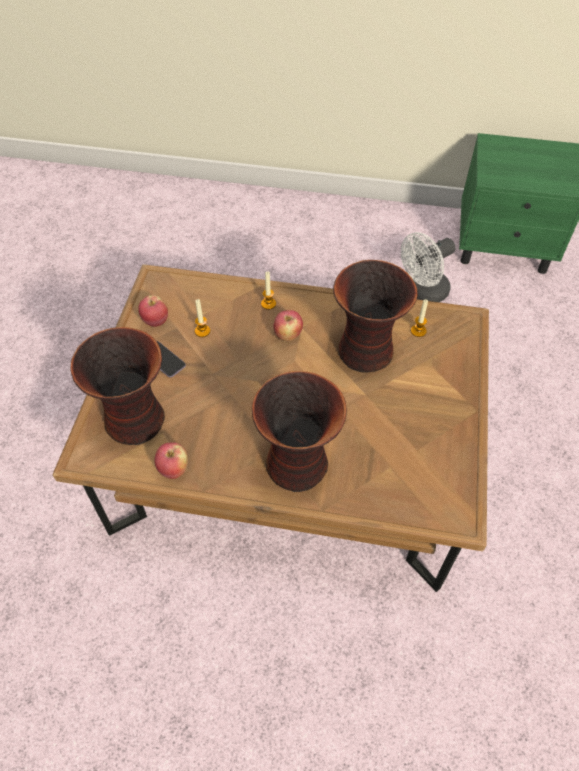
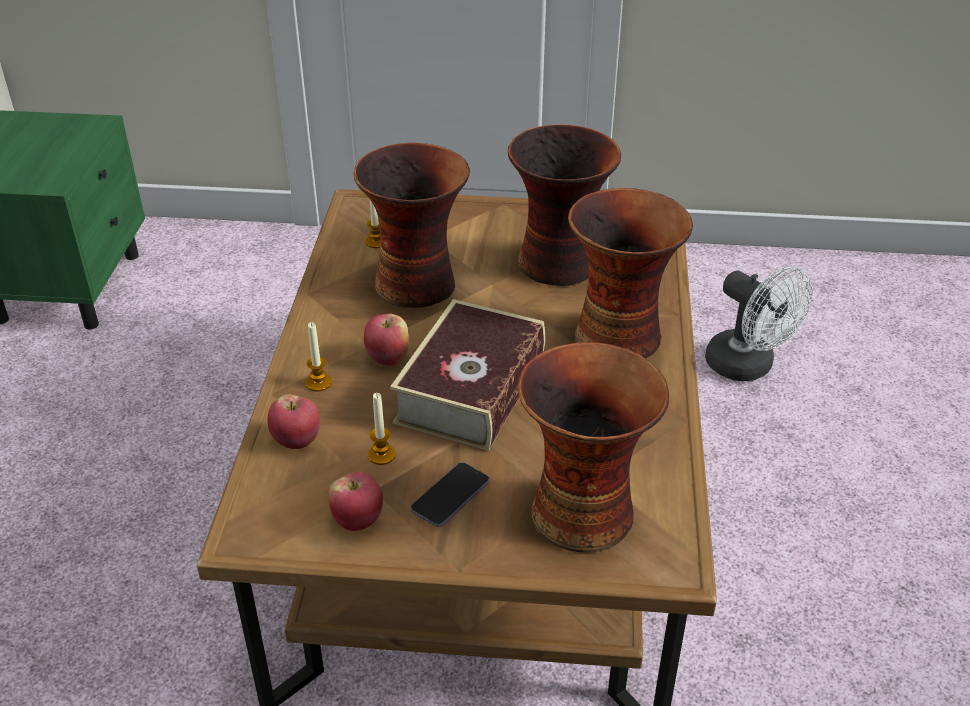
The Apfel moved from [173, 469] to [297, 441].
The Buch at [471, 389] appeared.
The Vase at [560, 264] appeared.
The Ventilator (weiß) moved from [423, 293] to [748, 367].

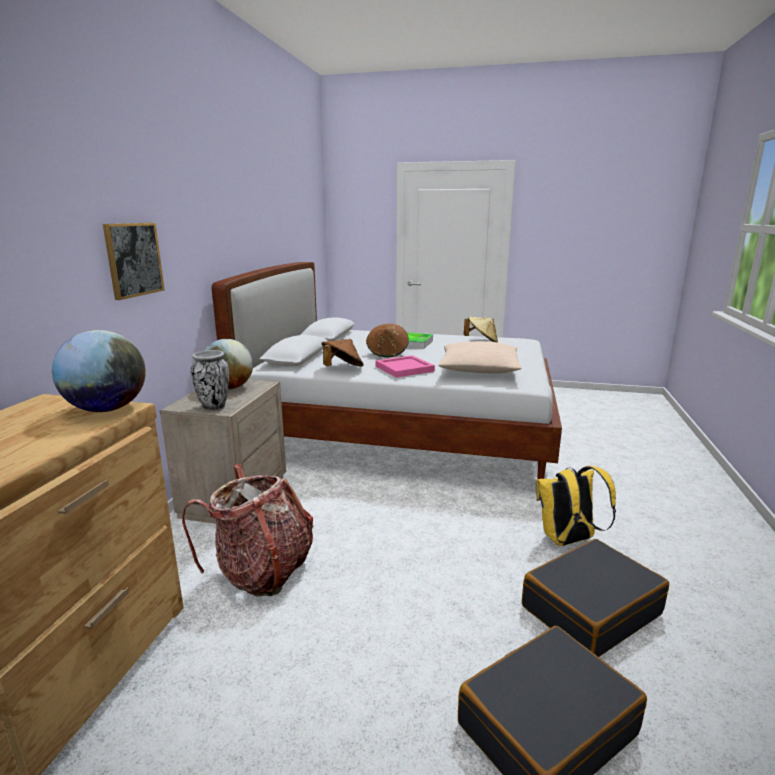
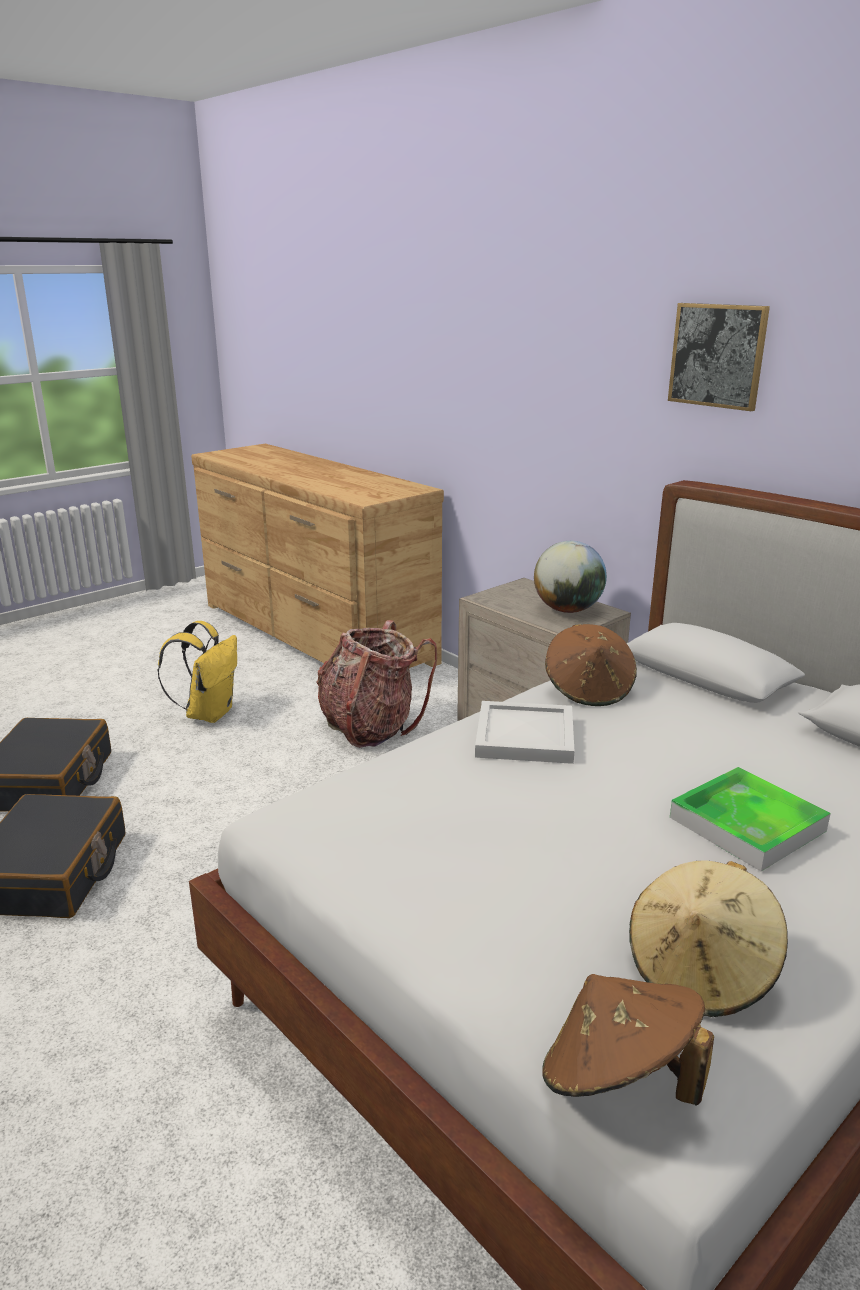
The Rucksack (gelb) moved from [567, 540] to [209, 713].
The Tablett (rosa) at [405, 368] became the Tablett (weiß) at [523, 737].
The Hut (braun) moved from [387, 353] to [618, 1079].
The Bild moved from [133, 259] to [717, 355].
The Globus at [107, 409] disappeared.
The Vase at [213, 407] disappeared.
The Kissen (beige) at [478, 369] disappeared.

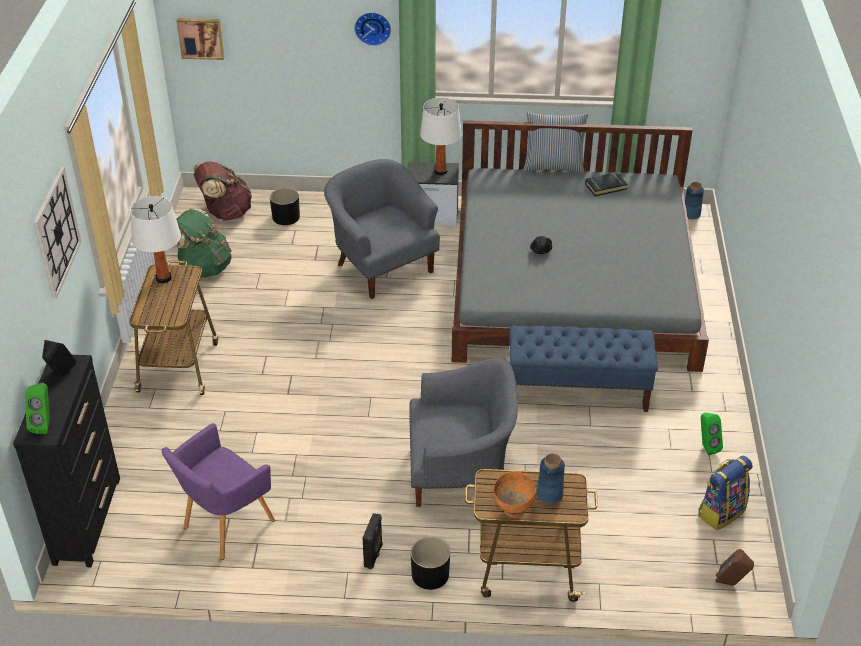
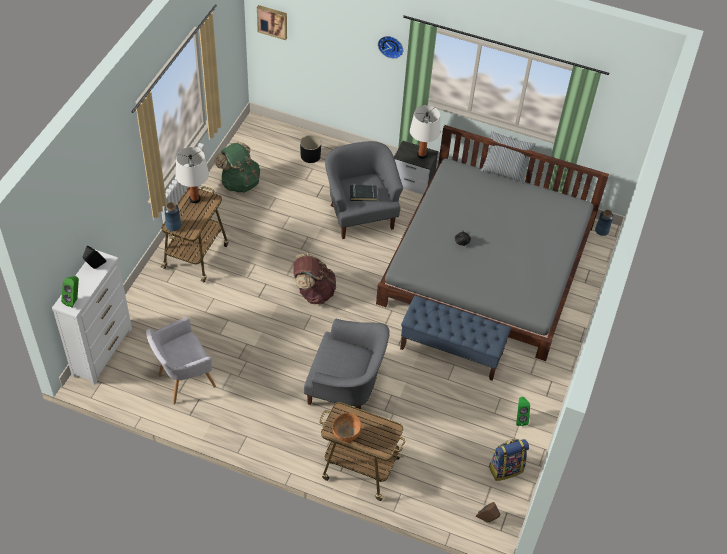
The Kommode (schwarz) at [87, 519] became the Kommode (weiß) at [103, 351].
The Sessel (lila) at [225, 526] became the Sessel (grau) at [184, 381].
The Vase (blau) moved from [549, 494] to [173, 226].
The Rucksack (braun) moved from [225, 213] to [313, 292].
The Buch (schwarz) moved from [605, 186] to [363, 194].
The Wanduhr at [56, 232] disappeared.
The Lautsprecher (schwarz) at [374, 556] disappeared.
The Pflanzkübel (schwarz) at [430, 574] disappeared.

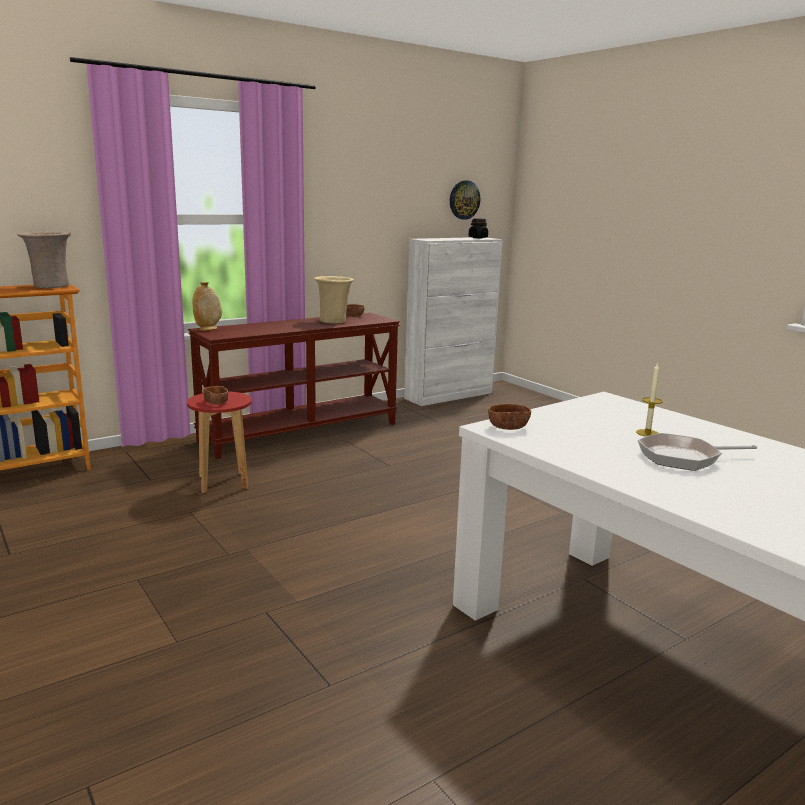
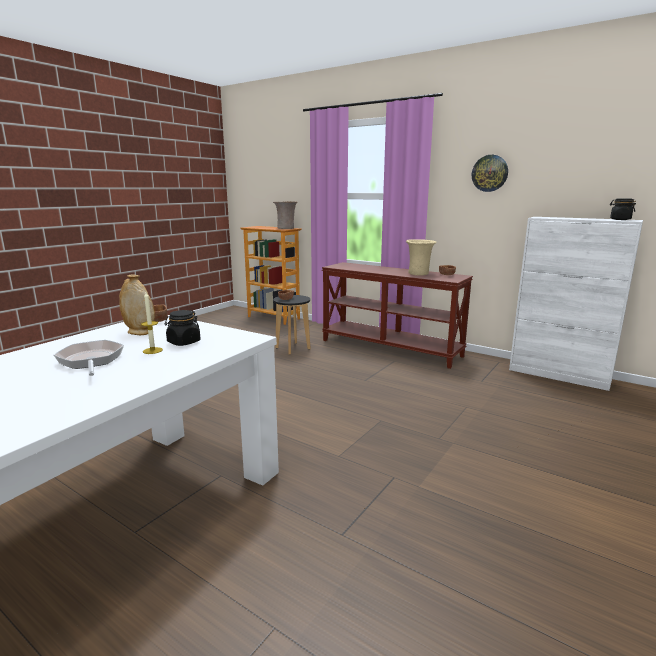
The Vase (beige) moved from [208, 329] to [139, 333].
The Vorratsglas (schwarz) at [183, 342] appeared.
The Hocker (rot) at [223, 483] became the Hocker (schwarz) at [292, 348].
The Wanduhr moved from [464, 200] to [489, 173].

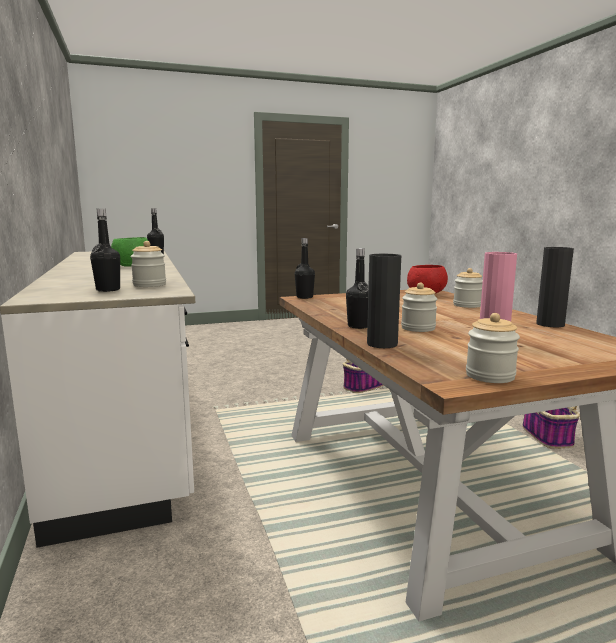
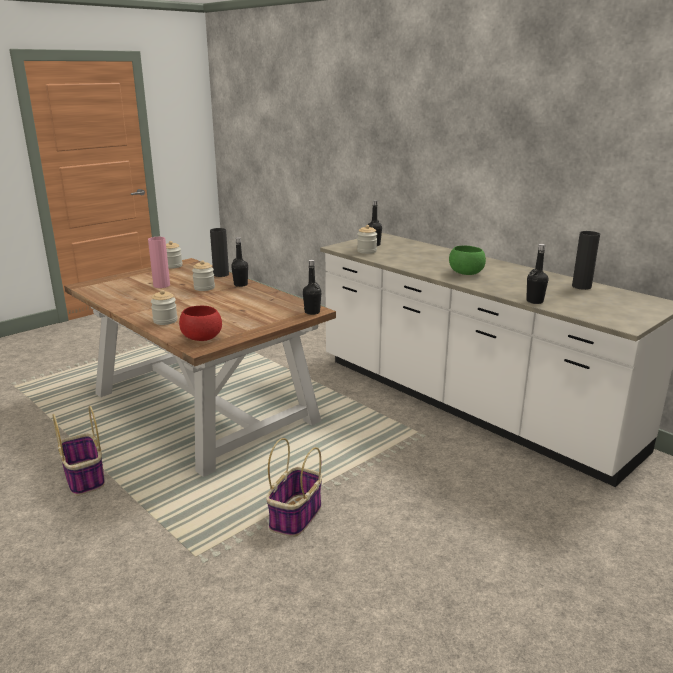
The Vase (schwarz) moved from [550, 324] to [581, 286].

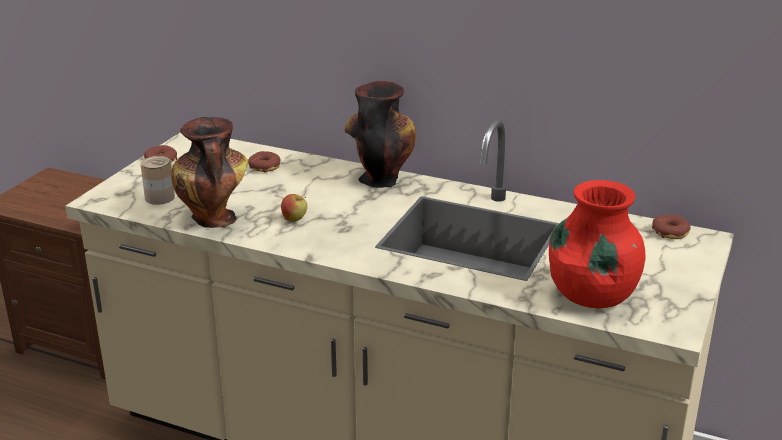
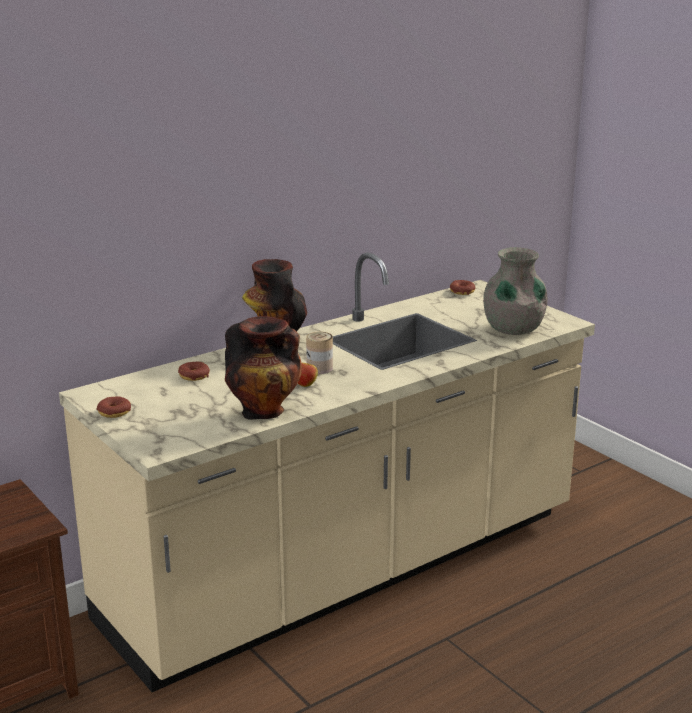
The Dose moved from [159, 197] to [319, 368].
The Vase (rot) at [592, 296] became the Vase (grau) at [513, 329].

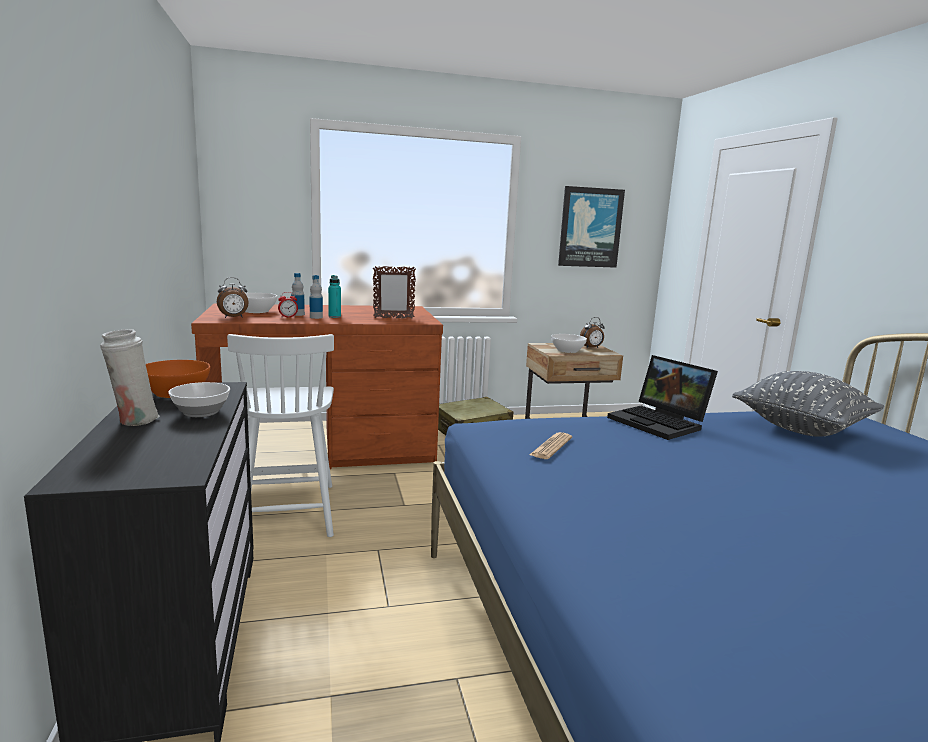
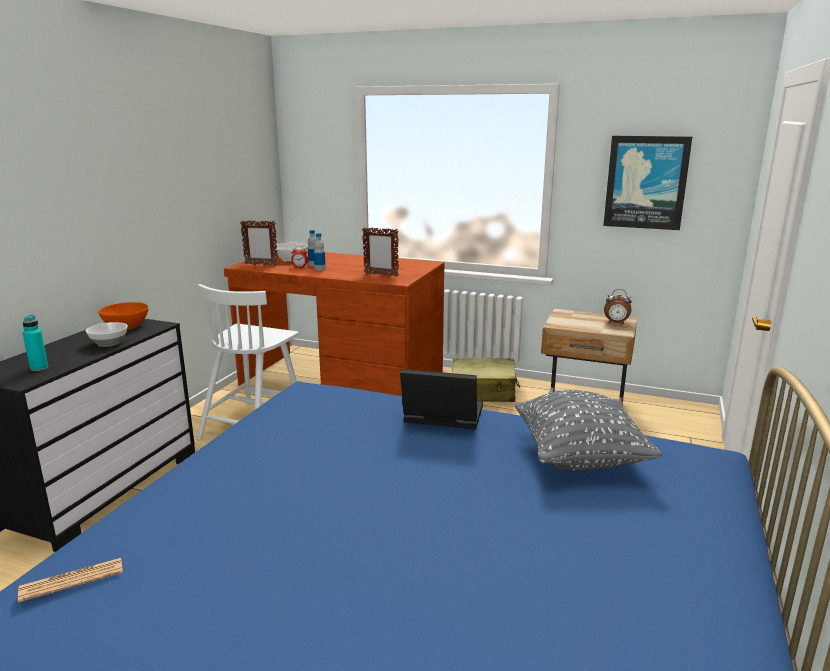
The Zeitung moved from [551, 446] to [72, 580].
The Flasche (türkis) moved from [334, 317] to [39, 368].
The Wecker at [233, 317] was replaced by the Bilderrahmen at [261, 265].
The Laptop at [660, 423] turned 105 degrees clockwise.
The Vase (weiß) at [134, 421] disappeared.
The Schüssel (weiß) at [567, 350] disappeared.

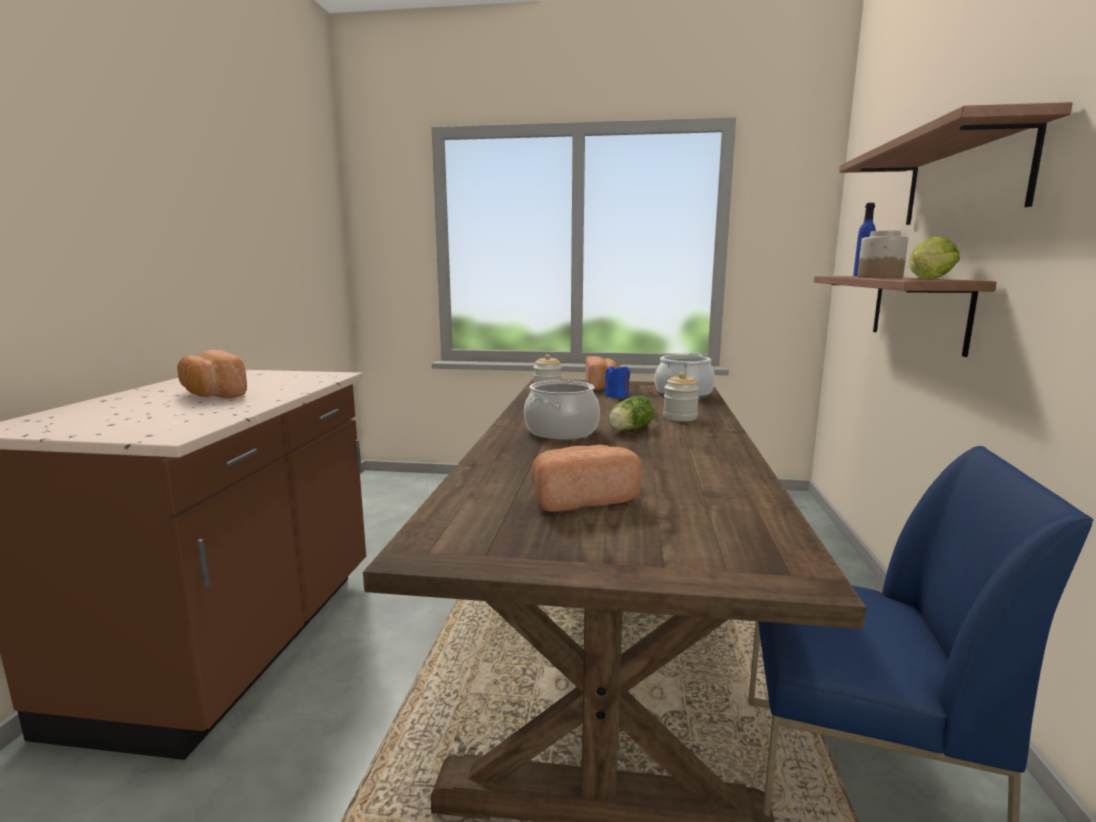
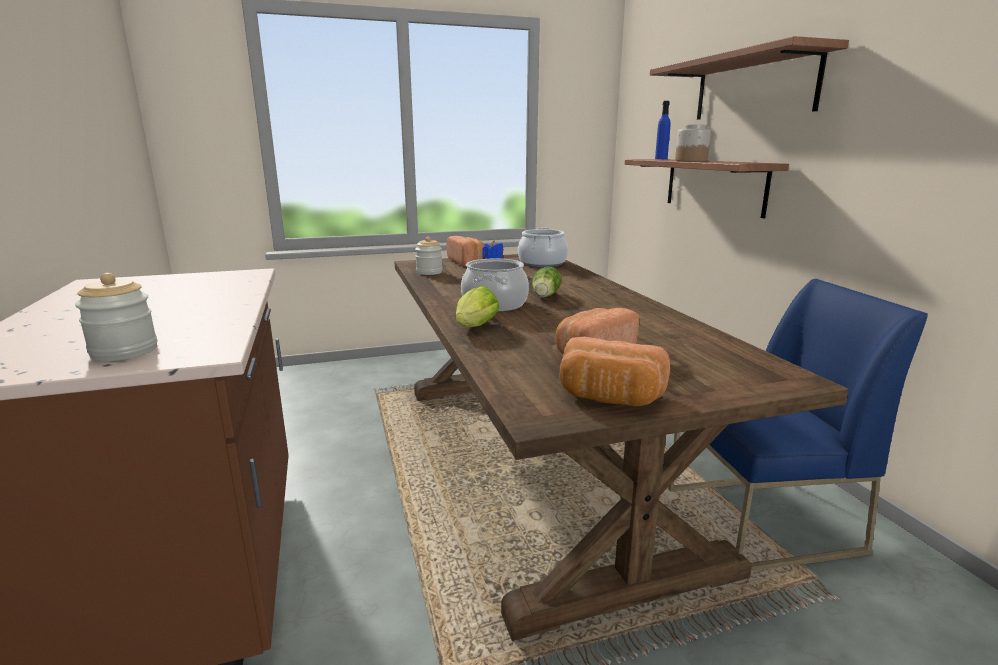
The Vorratsglas moved from [680, 417] to [124, 351].
The Salatkopf moved from [927, 279] to [474, 328].
The Brot moved from [212, 394] to [609, 398].

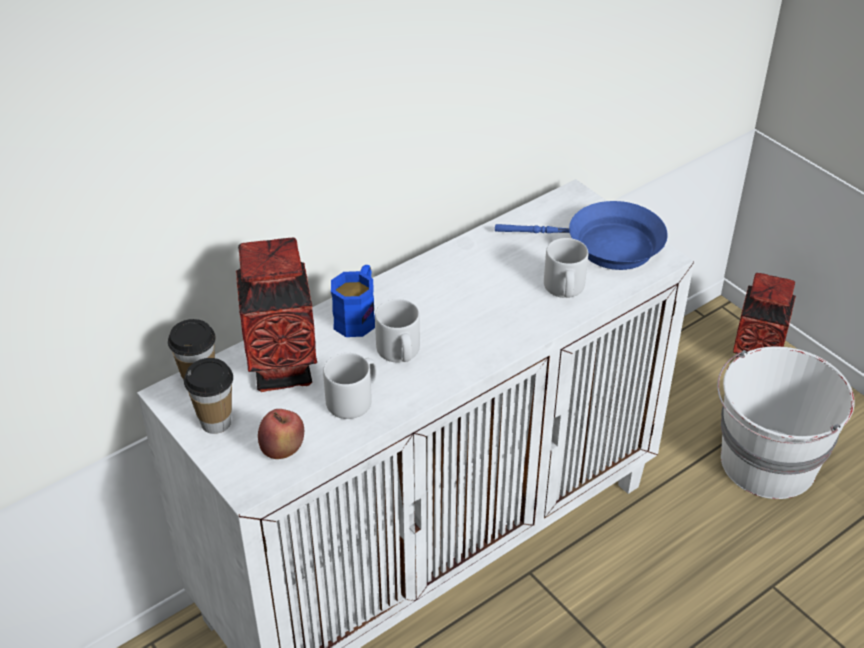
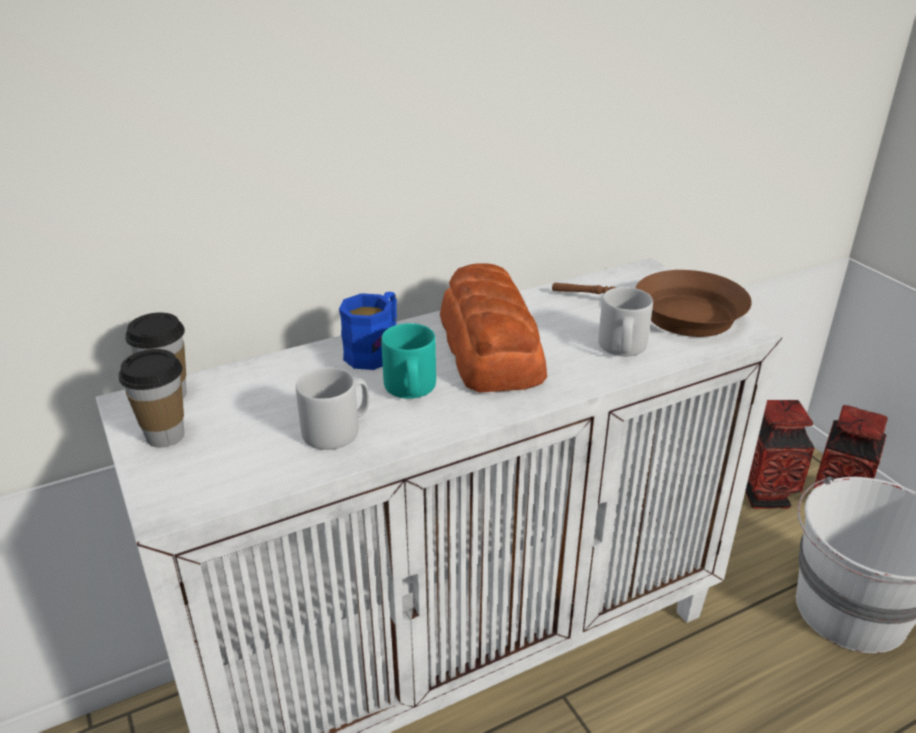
The Henkelbecher (grau) at [399, 352] became the Henkelbecher (türkis) at [410, 389].
The Brot at [491, 346] appeared.
The Pfanne (blau) at [605, 246] became the Pfanne (braun) at [677, 314].
The Vase moved from [282, 371] to [765, 496].
The Apfel at [283, 451] disappeared.

